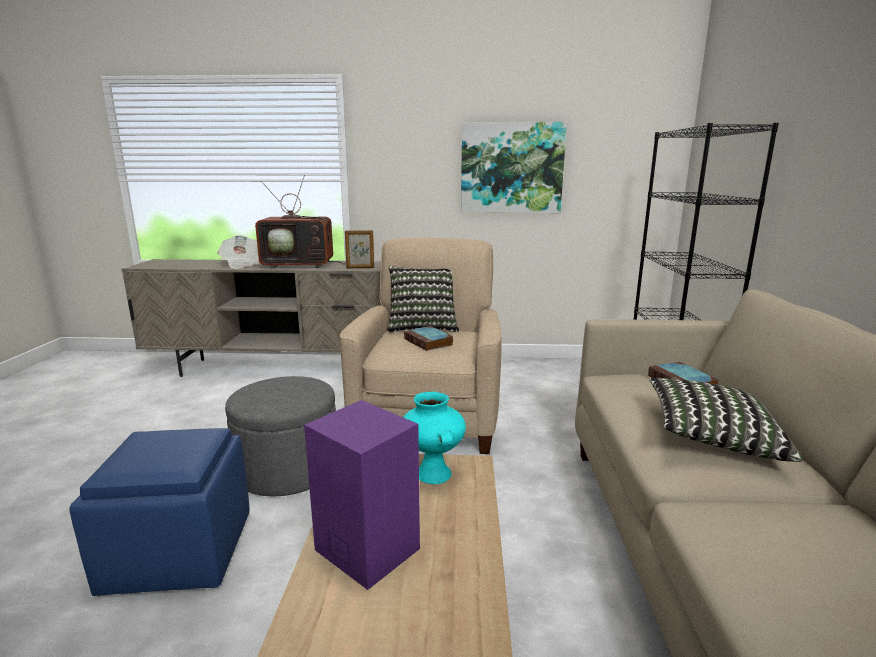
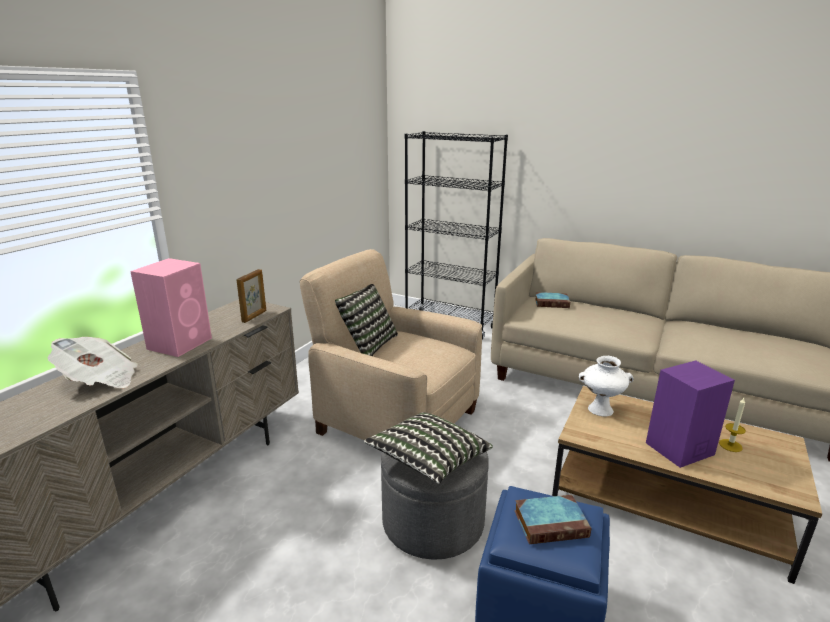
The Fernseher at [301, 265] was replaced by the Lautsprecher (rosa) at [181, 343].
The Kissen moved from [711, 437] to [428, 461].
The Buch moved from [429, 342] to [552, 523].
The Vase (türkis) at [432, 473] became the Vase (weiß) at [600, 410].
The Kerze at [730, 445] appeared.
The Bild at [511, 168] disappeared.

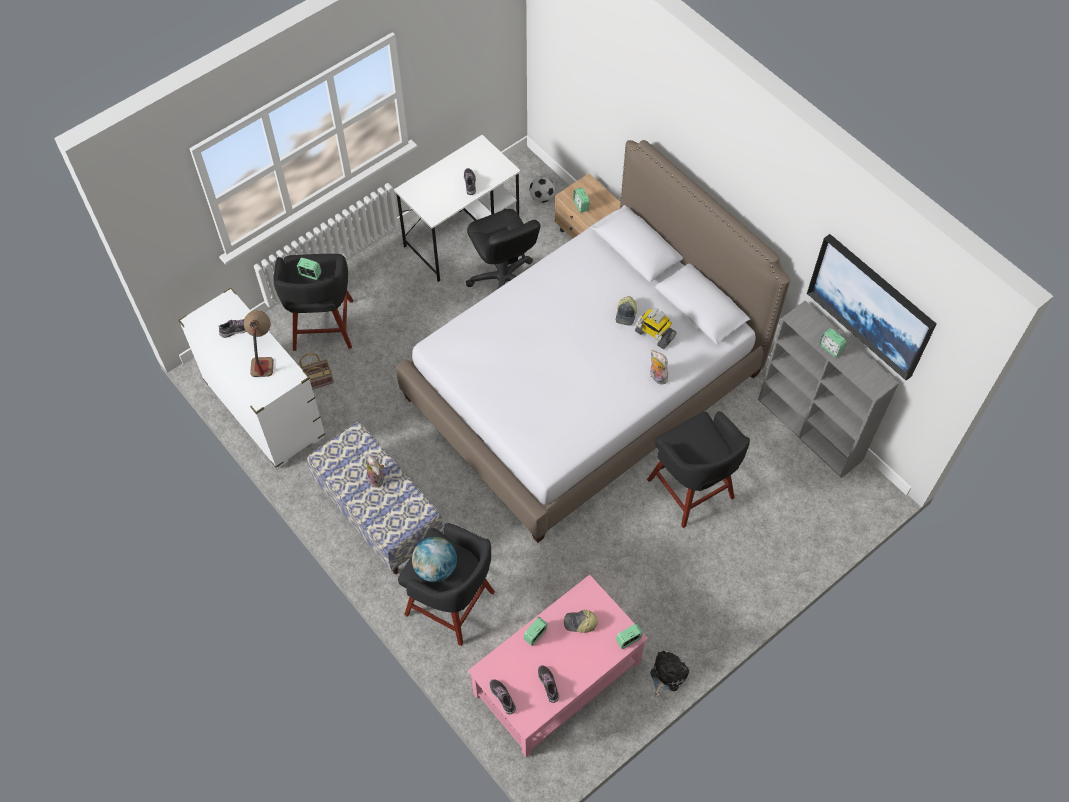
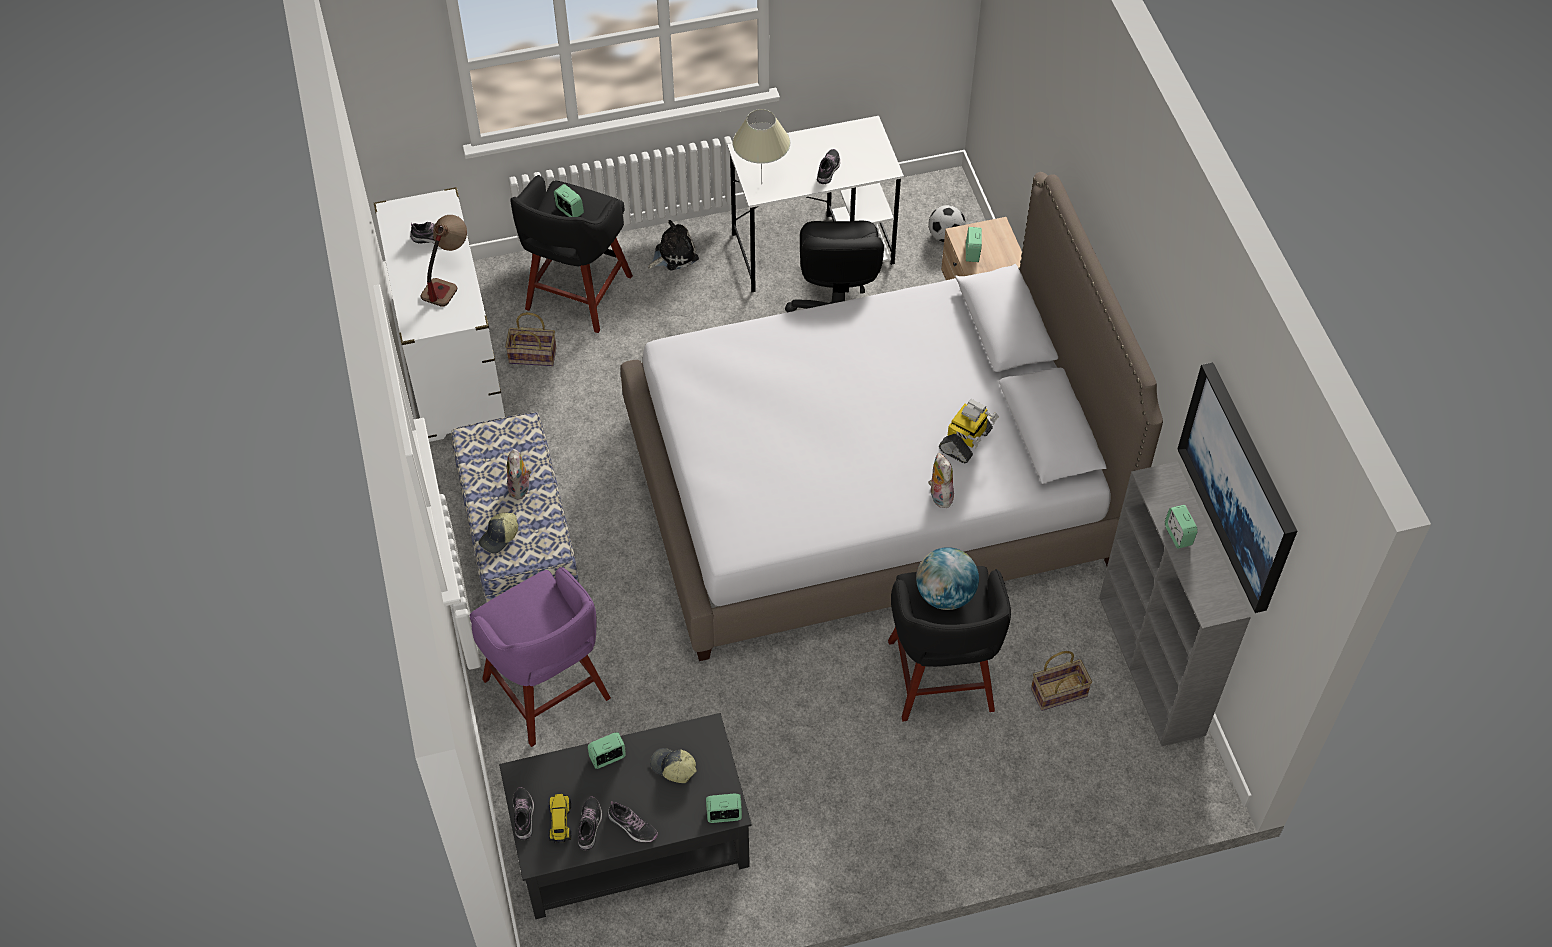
The Hocker (schwarz) at [452, 605] became the Hocker (lila) at [548, 692].
The Kappe moved from [626, 314] to [500, 537].
The Couchtisch (rosa) at [556, 678] became the Couchtisch (schwarz) at [629, 839].
The Spielzeuglaster at [560, 822] appeared.
The Schuh at [632, 826] appeared.
The Plüschtier moved from [667, 674] to [673, 254].
The Tischlampe (beige) at [762, 184] appeared.
The Globus moved from [435, 568] to [945, 595].
The Spielzeugroboter at [654, 334] turned 120 degrees counterclockwise.
The Korb at [1058, 694] appeared.

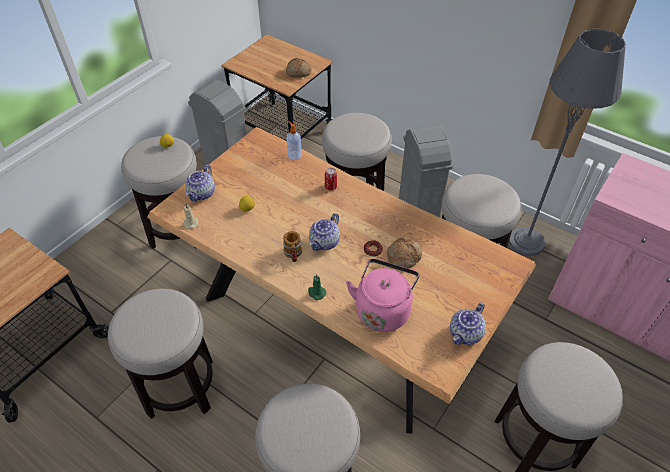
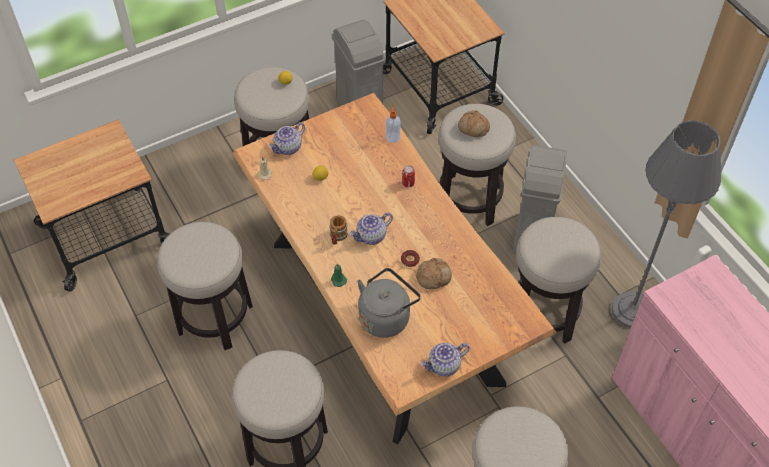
The Wasserkessel (rosa) at [383, 309] became the Wasserkessel (grau) at [386, 316].
The Brot moved from [298, 73] to [473, 128].

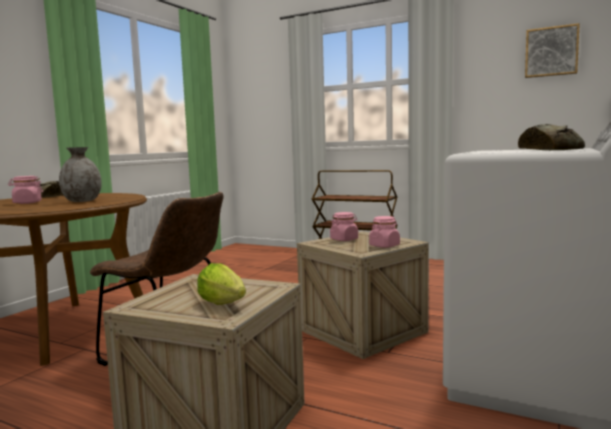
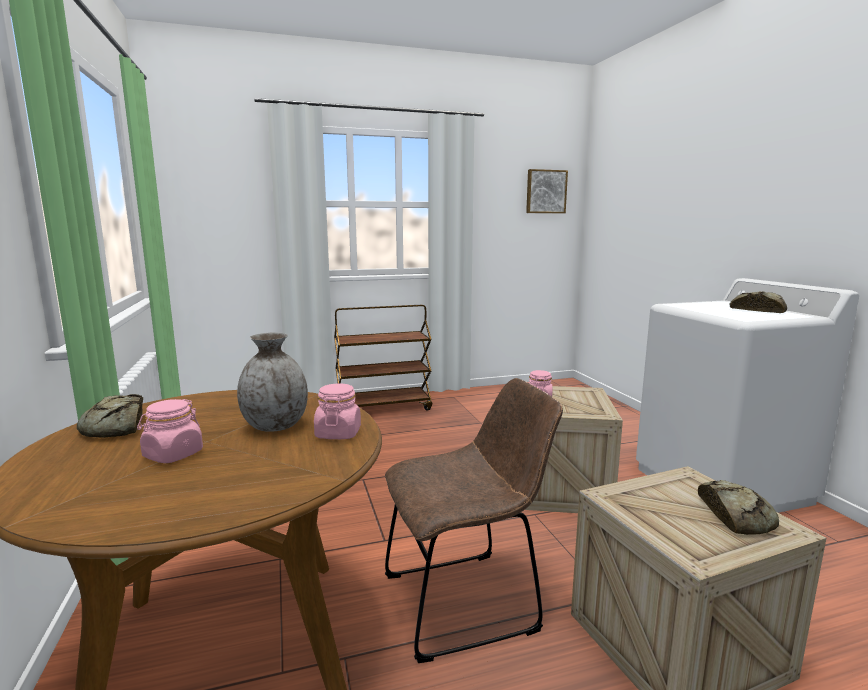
The Vorratsglas (rosa) moved from [384, 246] to [338, 433].
The Salatkopf at [225, 304] was replaced by the Brot at [735, 515].

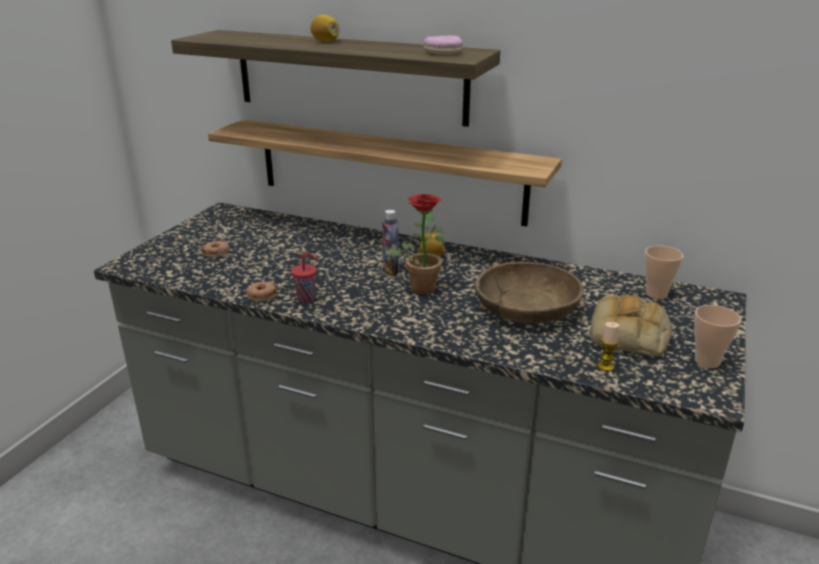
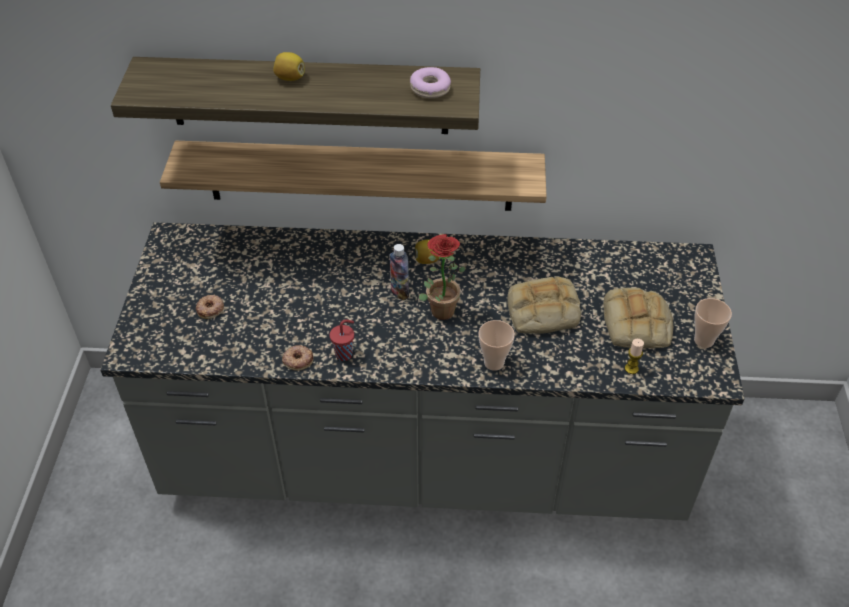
The Tasse moved from [656, 294] to [494, 362].
The Schüssel (braun) at [525, 307] was replaced by the Brot at [542, 312].

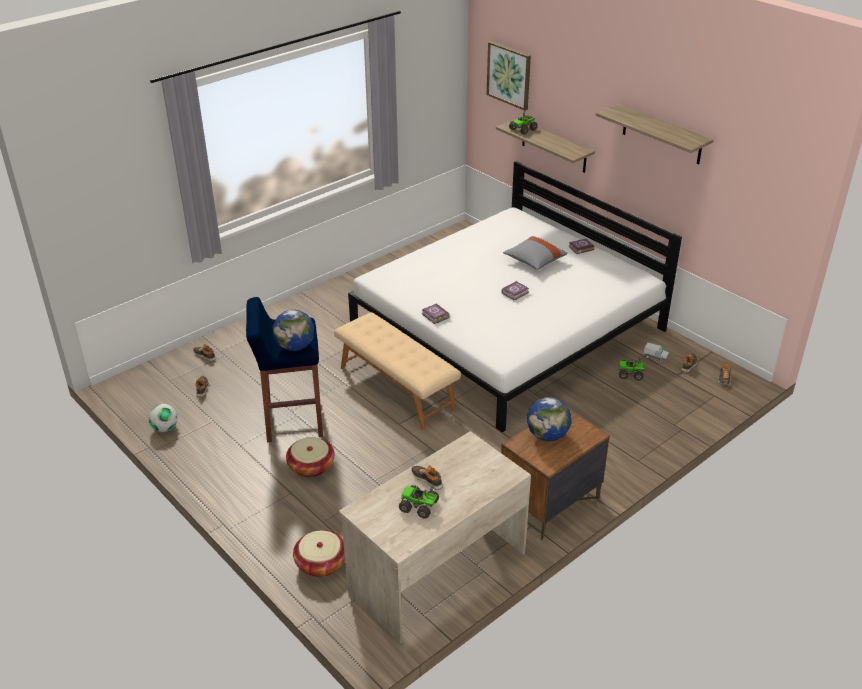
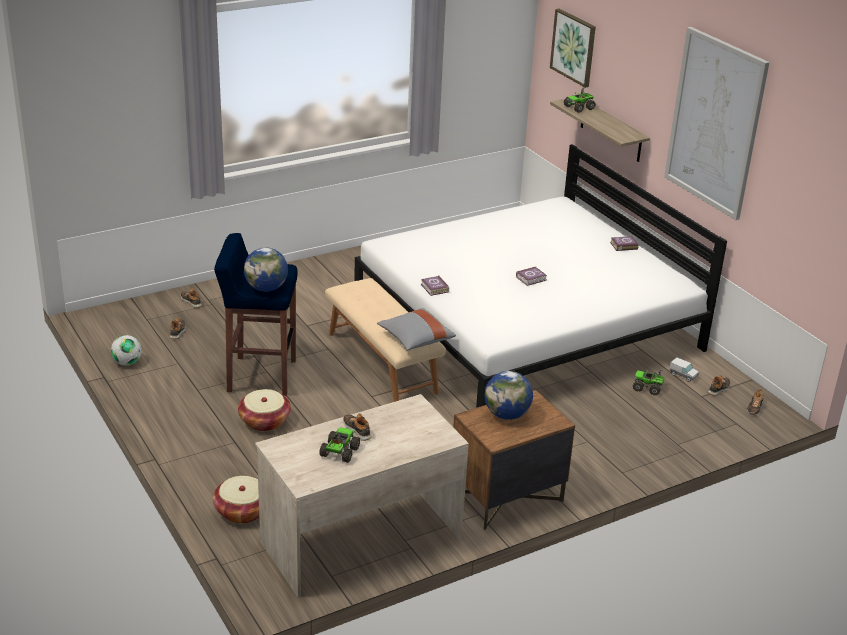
The Spielzeuglaster at [419, 506] turned 75 degrees clockwise.
The Kissen (grau) moved from [534, 261] to [415, 339].
The Wandregal at [662, 134] was replaced by the Bild at [715, 123].

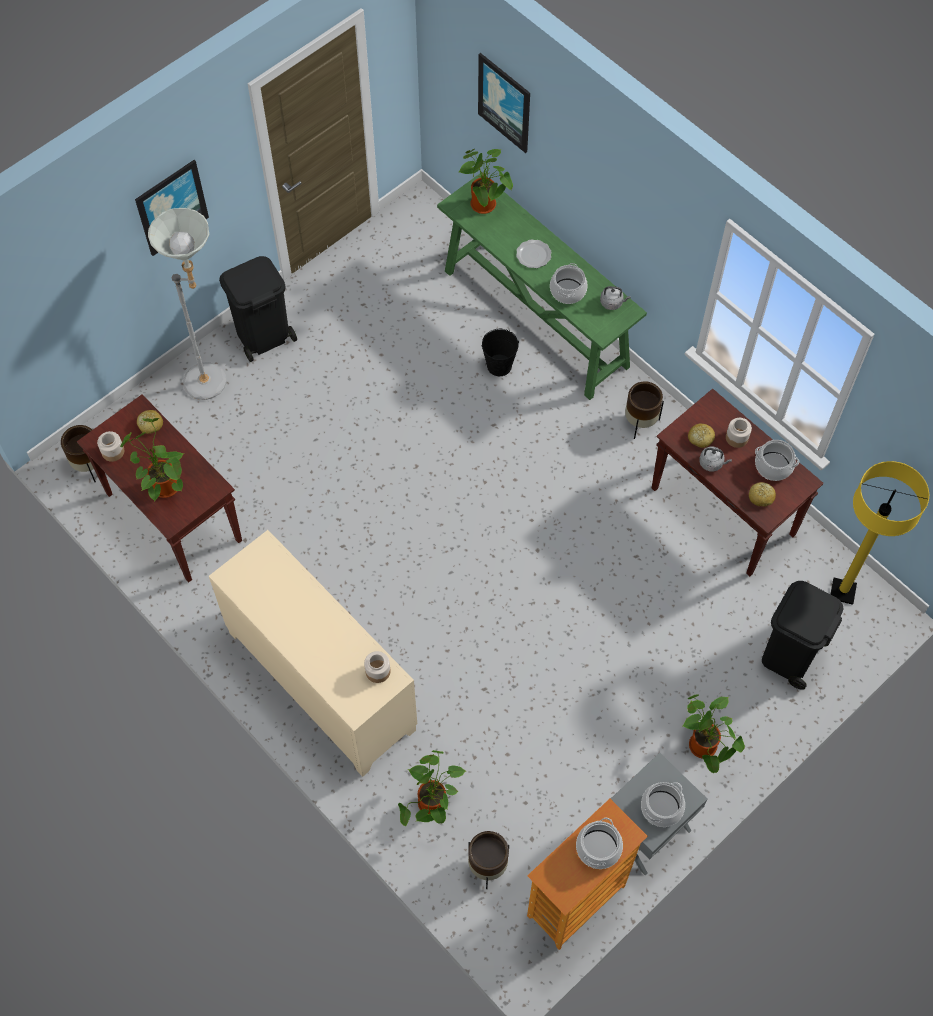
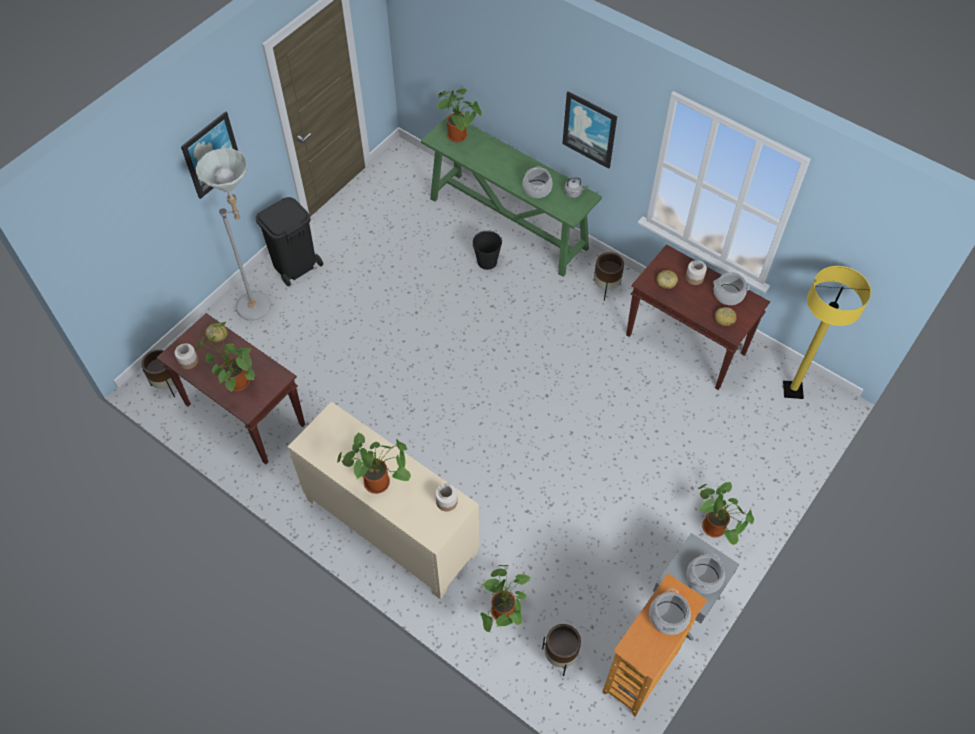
The Topfpflanze at [380, 482] appeared.
The Bild moved from [505, 102] to [590, 129].
The Teller at [533, 254] disappeared.
The Wasserkessel (grau) at [712, 463] disappeared.
The Mülleimer (schwarz) at [789, 655] disappeared.

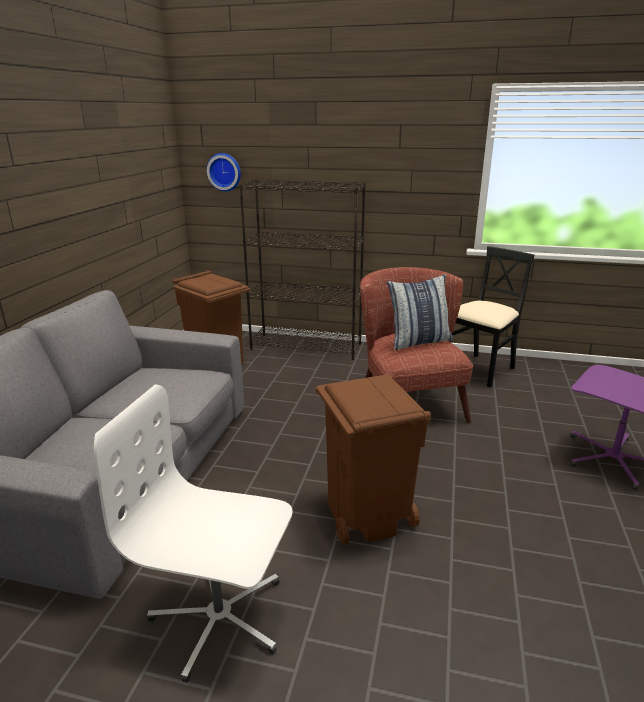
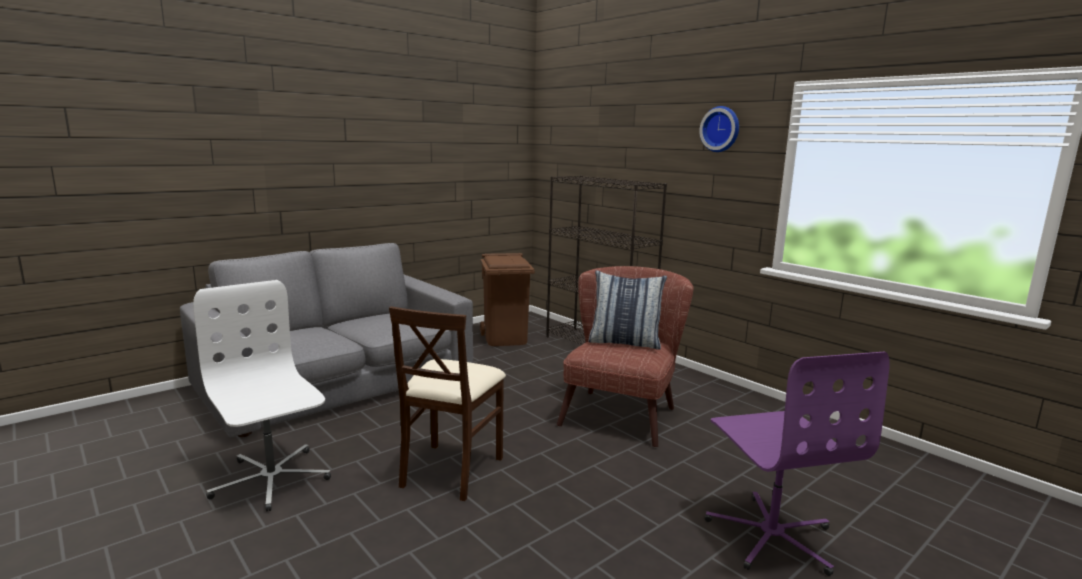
The Mülleimer (braun) at [366, 514] was replaced by the Stuhl (beige) at [451, 470].
The Wanduhr moved from [224, 172] to [721, 129].
The Stuhl (schwarz) at [480, 370] disappeared.

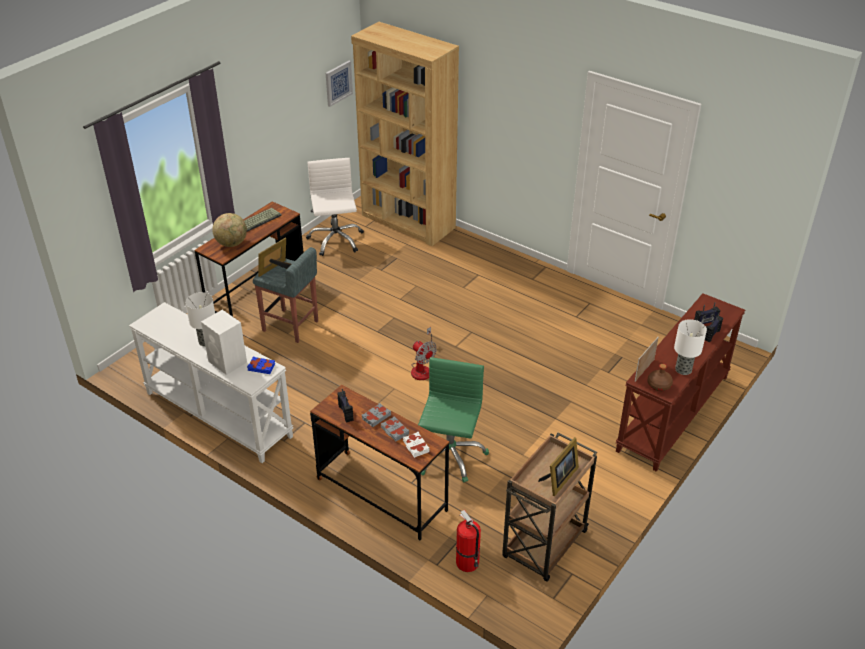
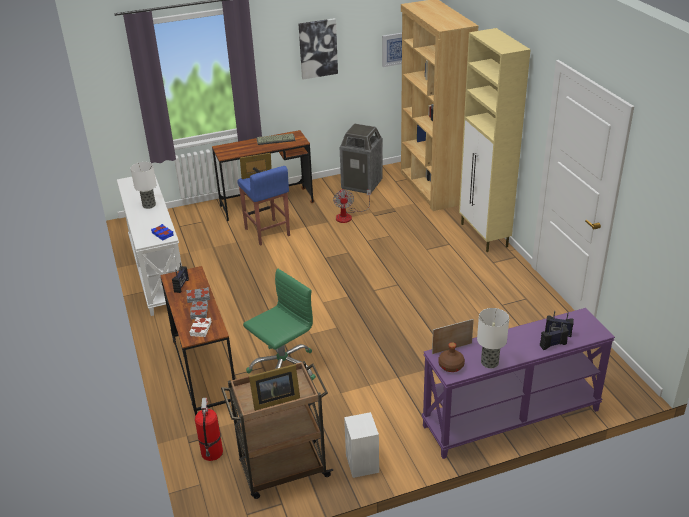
The Hocker (grau) at [291, 326] became the Hocker (blau) at [267, 232].
The Bild at [318, 48] appeared.
The Ventilator moved from [422, 368] to [348, 216].
The Bürostuhl (weiß) at [335, 240] was replaced by the Mülleimer at [362, 184].
The Lautsprecher (weiß) moved from [228, 362] to [362, 464].
The Konsolentisch (braun) at [674, 414] became the Konsolentisch (lila) at [511, 419].
The Schrank (beige) at [484, 236] appeared.
The Globus at [232, 243] disappeared.

